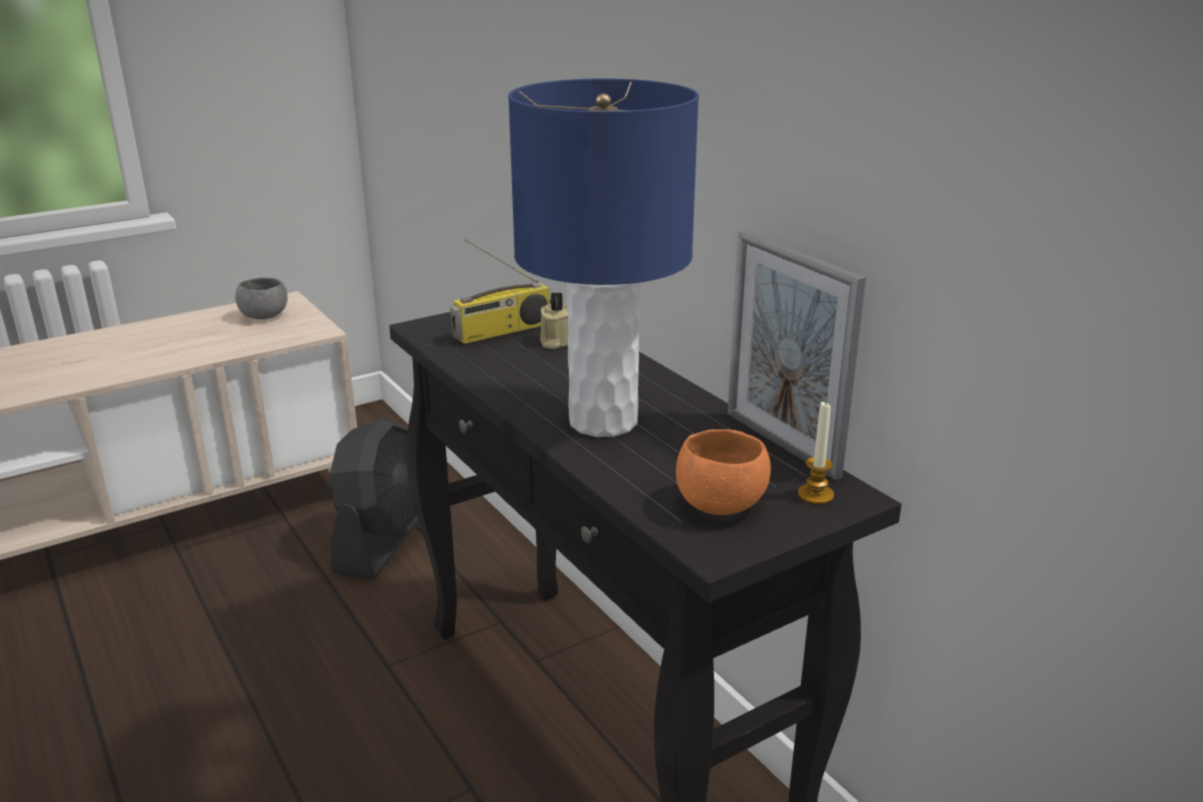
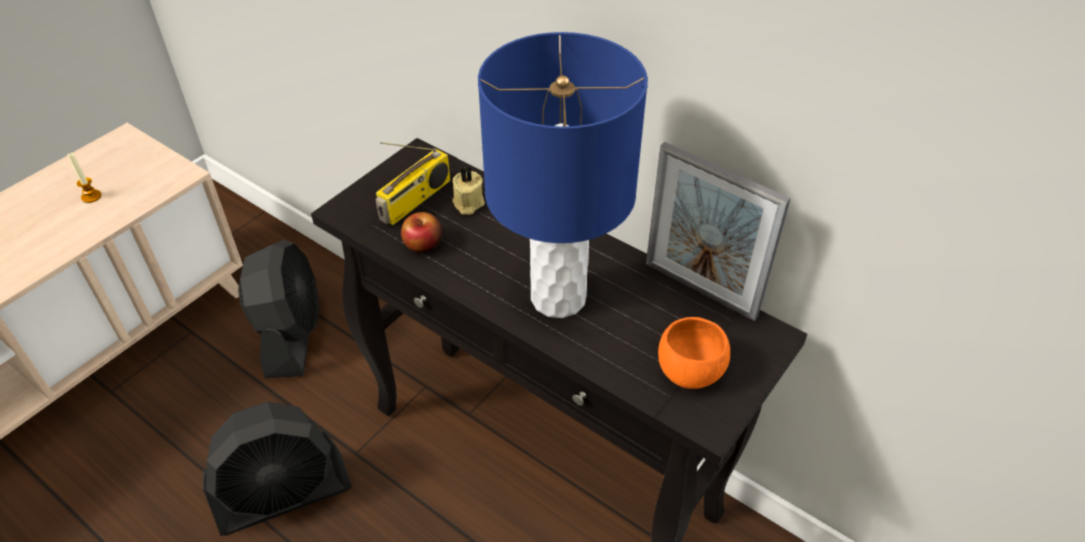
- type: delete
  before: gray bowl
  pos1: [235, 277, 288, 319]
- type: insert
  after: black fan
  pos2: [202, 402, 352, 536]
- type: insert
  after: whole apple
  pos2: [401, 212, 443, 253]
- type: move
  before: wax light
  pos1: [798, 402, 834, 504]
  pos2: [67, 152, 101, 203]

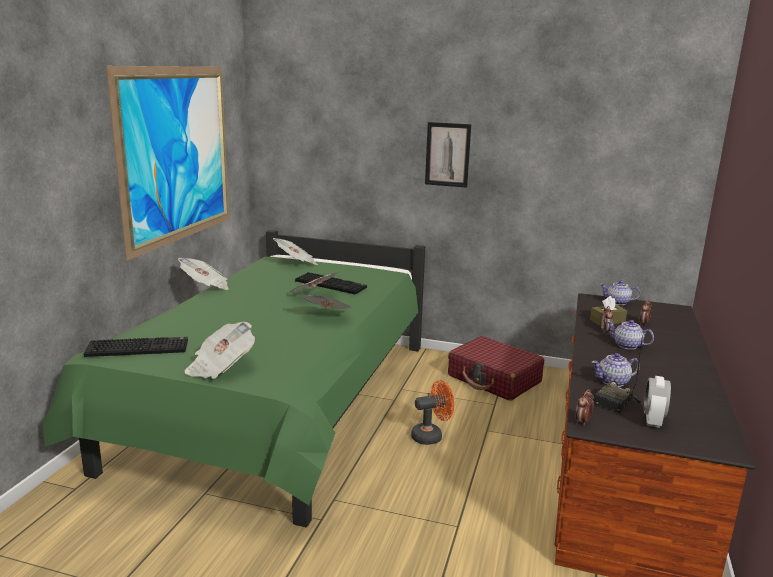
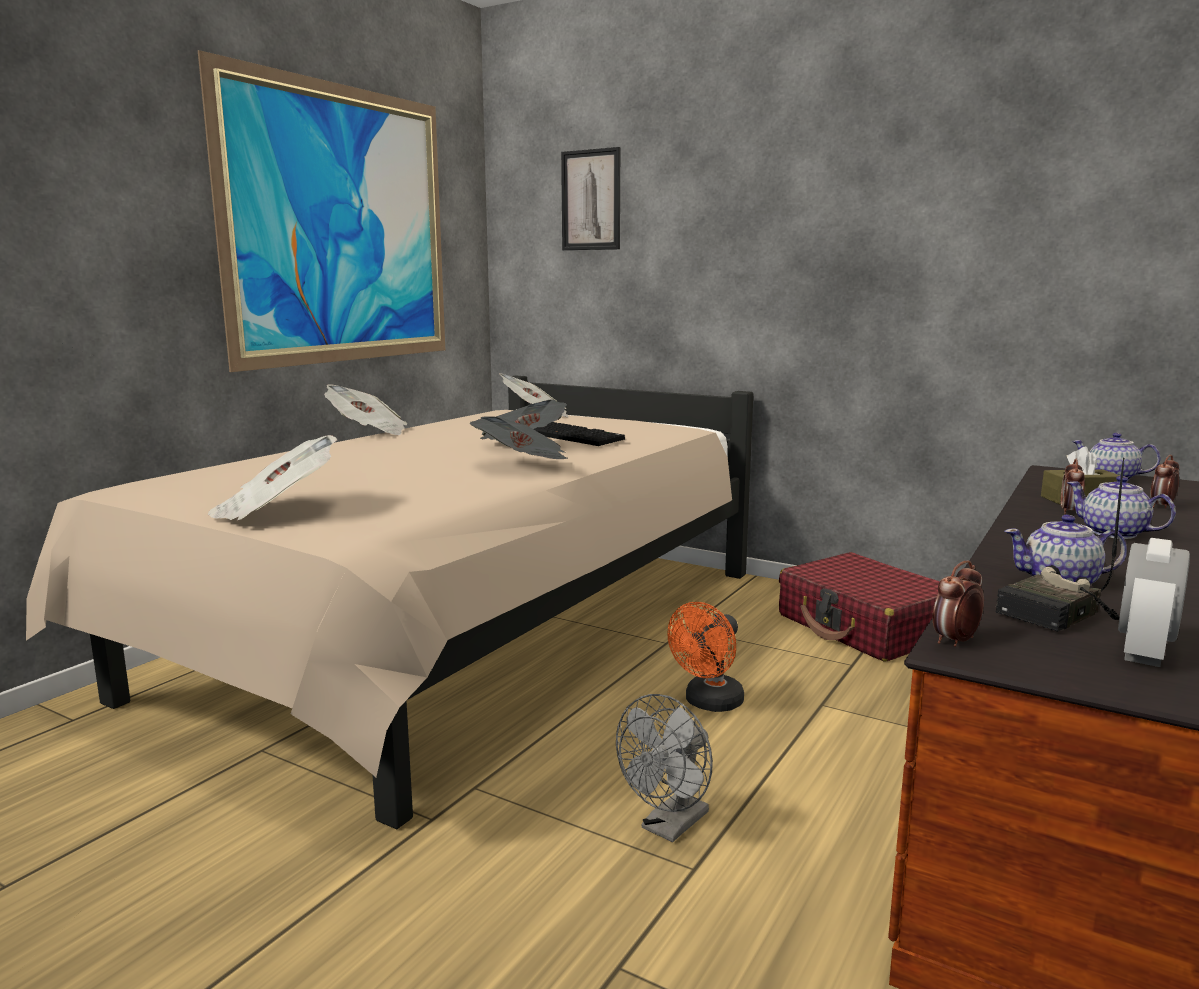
- type: delete
  before: keyboard
  pos1: [84, 337, 188, 357]
- type: insert
  after: gray fan
  pos2: [616, 694, 713, 842]
- type: move
  before: picture
  pos1: [425, 122, 471, 188]
  pos2: [561, 147, 620, 250]
- type: recolor
  before: green-coloured bed
  after: beige bed
  pos1: [42, 230, 425, 528]
  pos2: [26, 375, 753, 829]
- type: rotate
  before: orange-coloured fan
  pos1: [411, 380, 454, 445]
  pos2: [667, 602, 744, 712]
  turn: 135

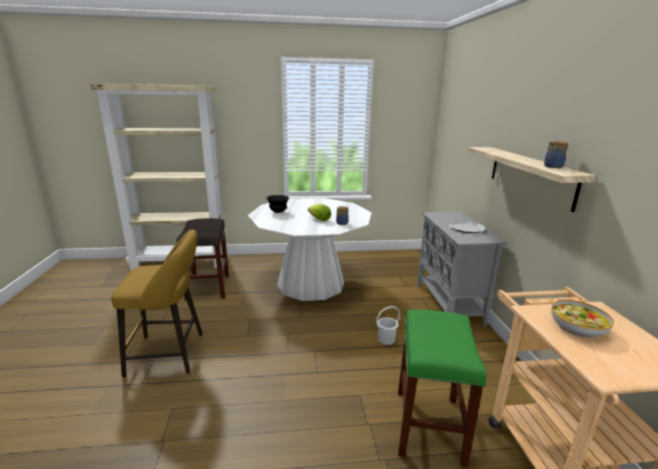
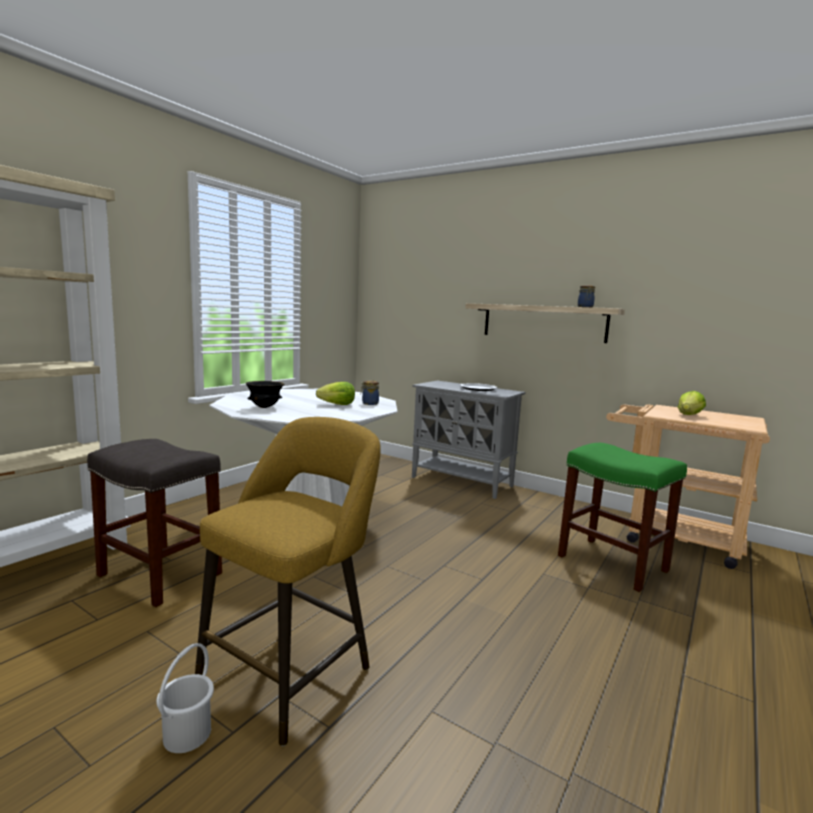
- type: move
  before: white-coloured water bucket
  pos1: [376, 306, 400, 345]
  pos2: [156, 643, 214, 753]
- type: replace
  before: bowl
  after: lettuce
  pos1: [551, 300, 614, 338]
  pos2: [678, 391, 706, 415]

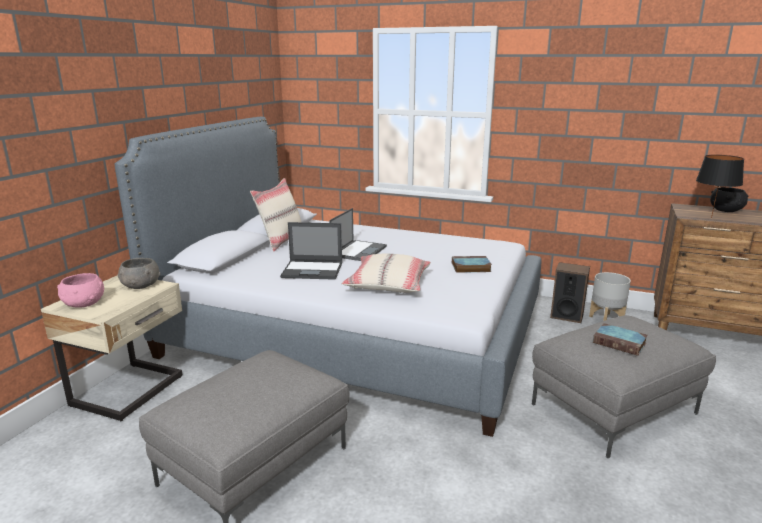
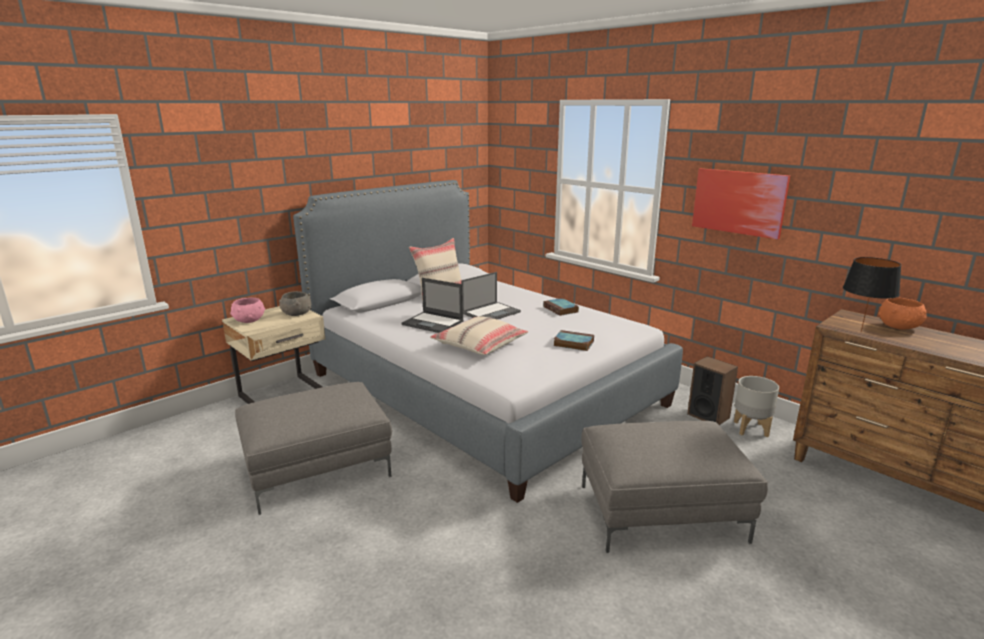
- type: insert
  after: picture
  pos2: [692, 168, 790, 239]
- type: move
  before: bound book
  pos1: [593, 323, 648, 356]
  pos2: [543, 298, 579, 316]
- type: recolor
  before: black bowl
  after: orange-coloured bowl
  pos1: [710, 187, 748, 212]
  pos2: [878, 298, 927, 330]

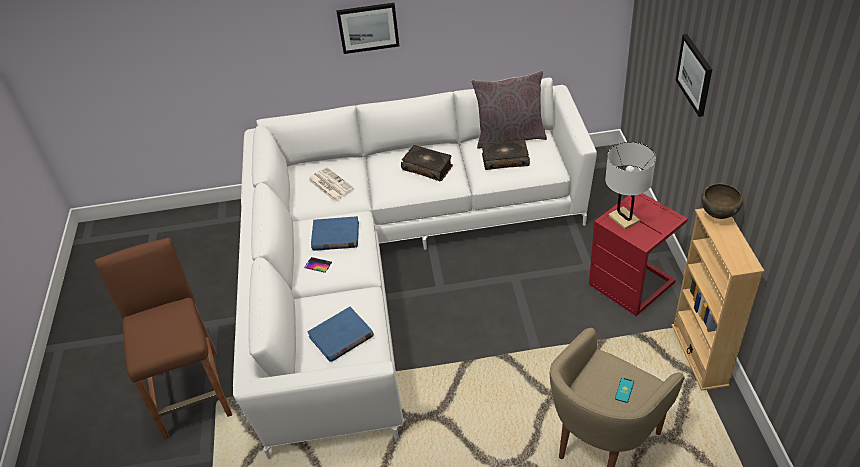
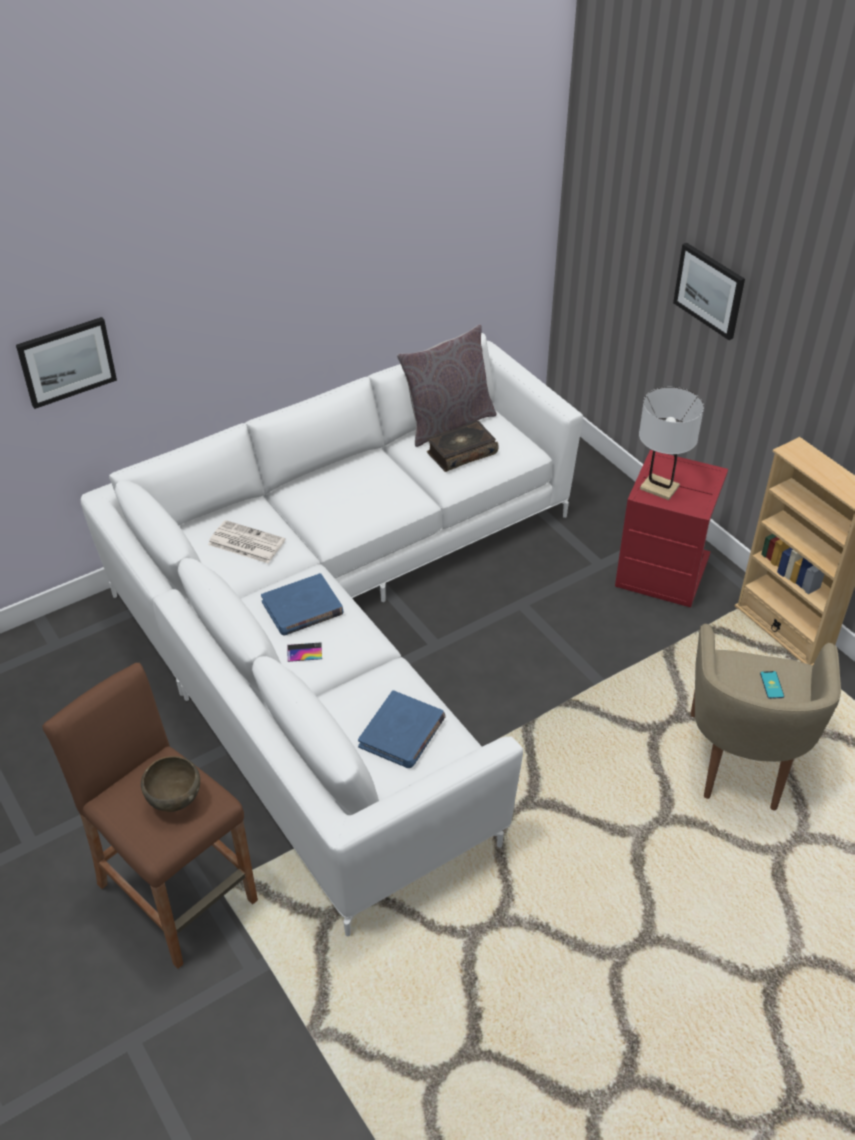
- type: delete
  before: bound book
  pos1: [401, 145, 453, 181]
- type: move
  before: picture
  pos1: [336, 3, 399, 54]
  pos2: [16, 317, 117, 409]
- type: move
  before: brownish bowl
  pos1: [701, 183, 743, 219]
  pos2: [141, 756, 200, 812]

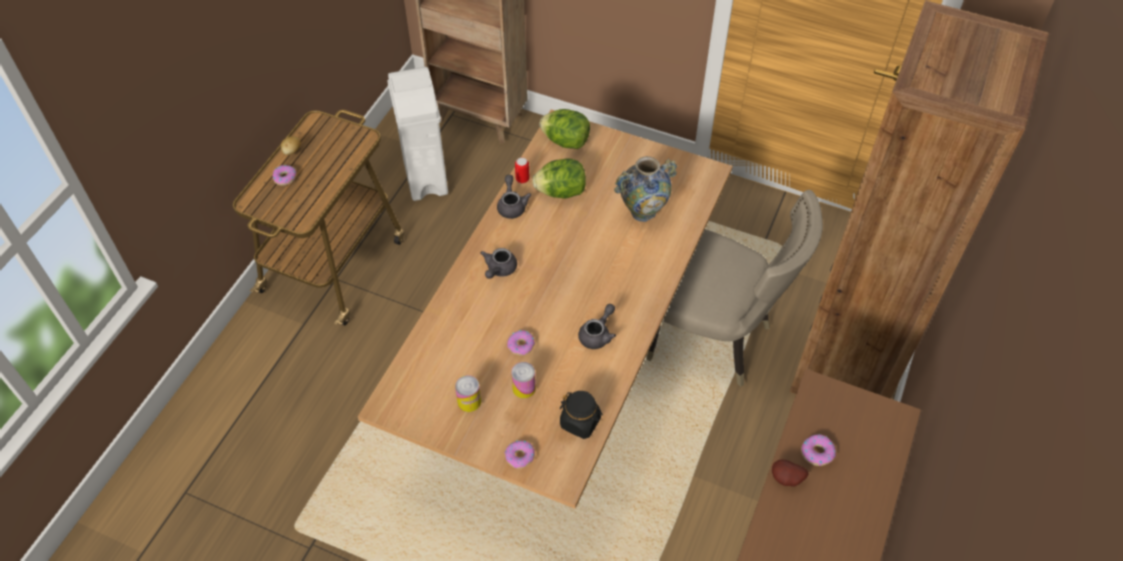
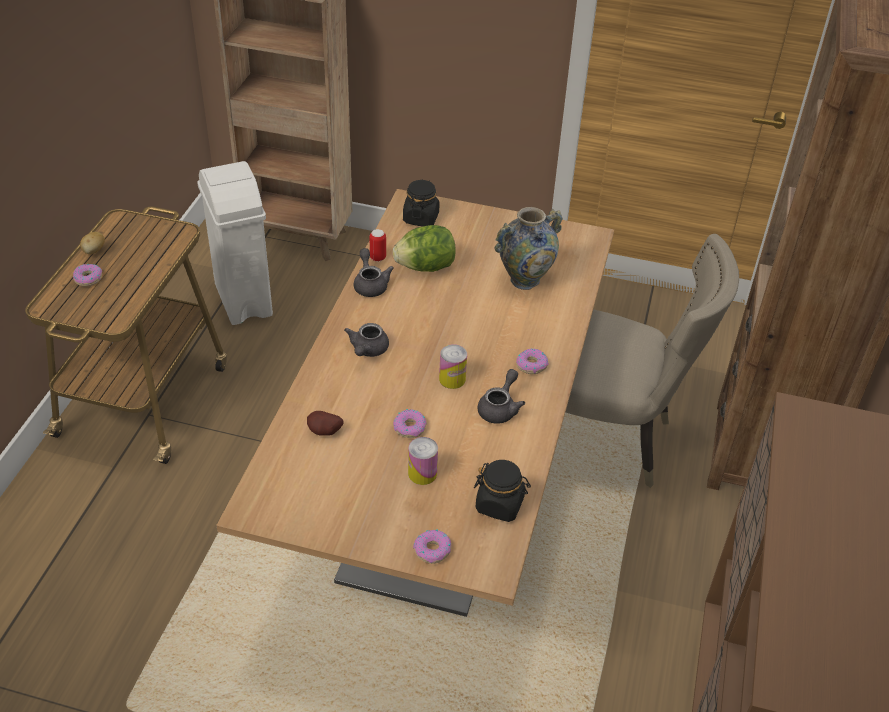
- type: move
  before: can
  pos1: [455, 375, 481, 412]
  pos2: [439, 344, 467, 389]
- type: move
  before: potato
  pos1: [772, 460, 809, 487]
  pos2: [307, 411, 344, 436]
- type: move
  before: doughnut
  pos1: [801, 434, 836, 466]
  pos2: [516, 348, 549, 374]
- type: replace
  before: lettuce
  after: black jar
  pos1: [539, 109, 590, 149]
  pos2: [403, 179, 440, 226]

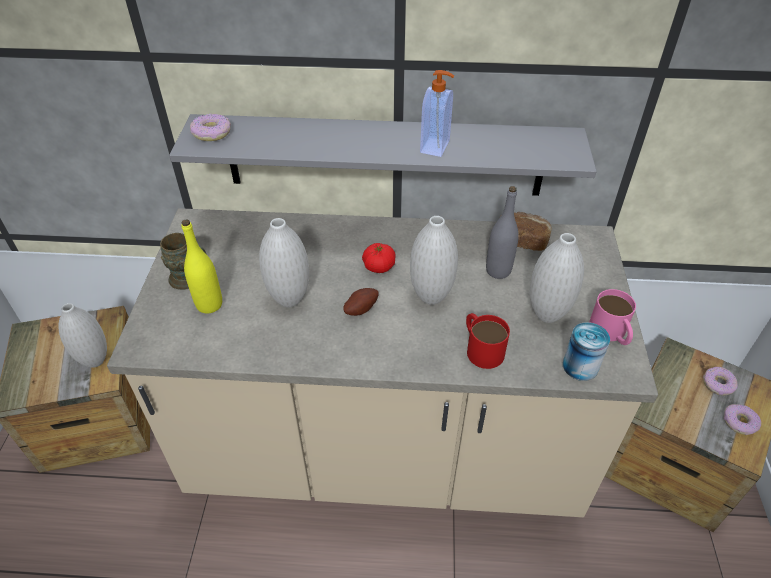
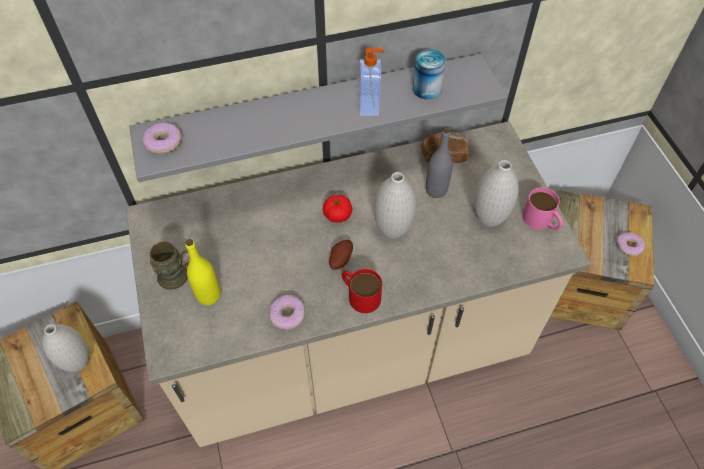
- type: delete
  before: white-coloured decorative vase
  pos1: [259, 218, 309, 307]
- type: move
  before: reddish coffee mug
  pos1: [466, 313, 510, 369]
  pos2: [342, 269, 382, 313]
- type: move
  before: can
  pos1: [563, 322, 610, 381]
  pos2: [413, 49, 446, 100]
- type: move
  before: doughnut
  pos1: [703, 367, 738, 395]
  pos2: [269, 295, 306, 330]

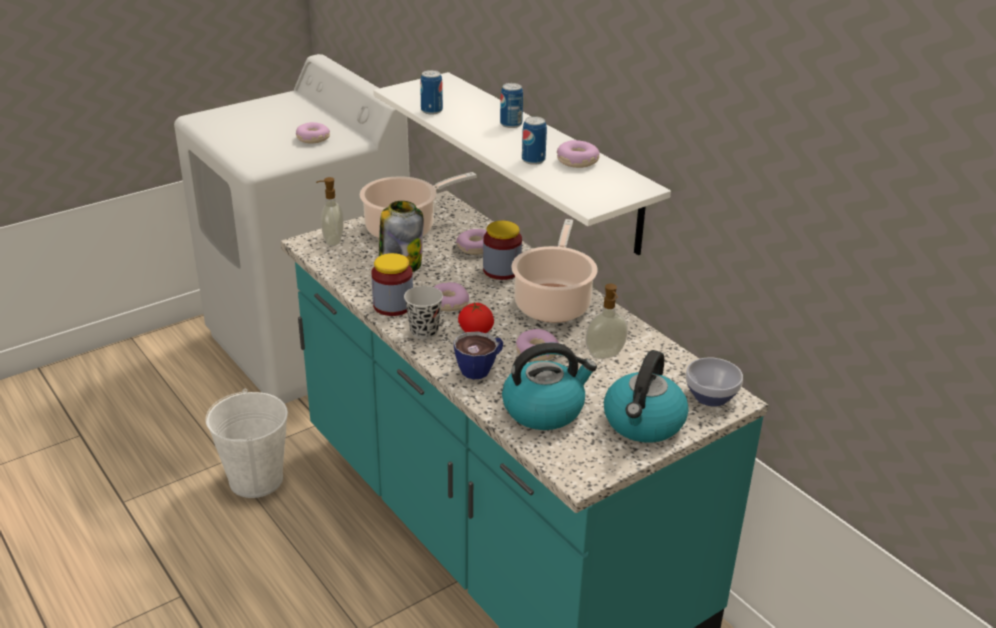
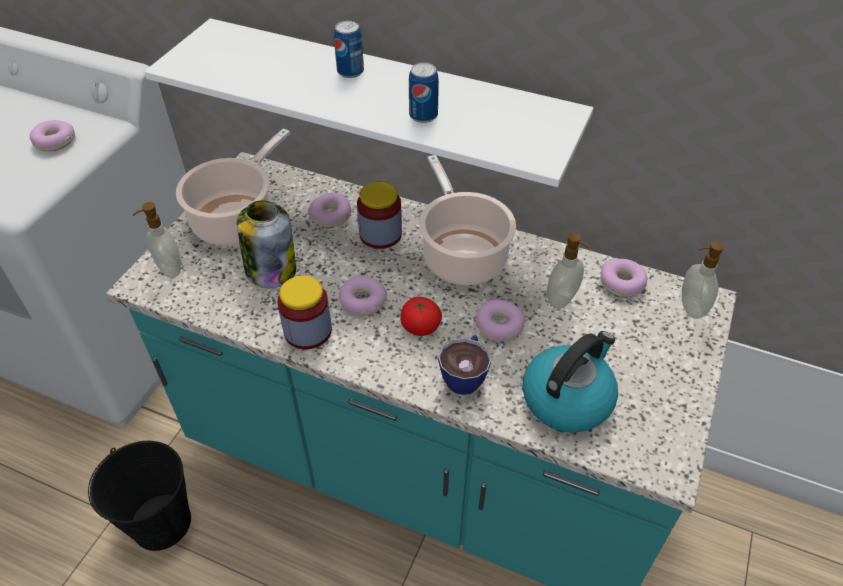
- type: delete
  before: black drinking cup
  pos1: [404, 286, 443, 339]
- type: delete
  before: can
  pos1: [420, 70, 443, 115]
- type: delete
  before: water kettle
  pos1: [604, 350, 689, 443]
- type: move
  before: doughnut
  pos1: [557, 140, 600, 168]
  pos2: [601, 259, 648, 297]
- type: replace
  before: bowl
  after: soap dispenser
  pos1: [686, 357, 743, 407]
  pos2: [682, 241, 724, 319]
- type: recolor
  before: white-coloured water bucket
  after: black water bucket
  pos1: [206, 389, 288, 498]
  pos2: [88, 441, 191, 551]

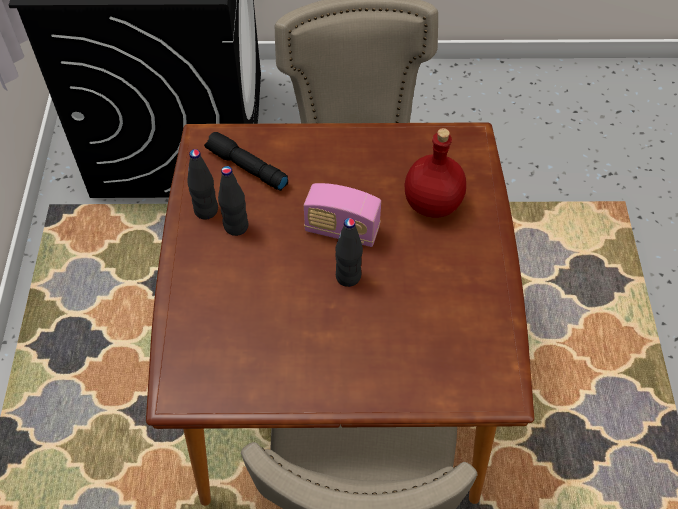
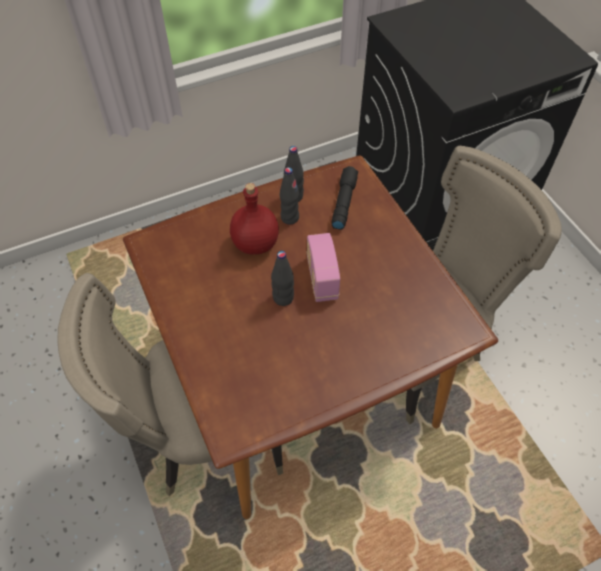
- type: move
  before: reddish drink bottle
  pos1: [405, 128, 466, 218]
  pos2: [230, 183, 279, 255]

